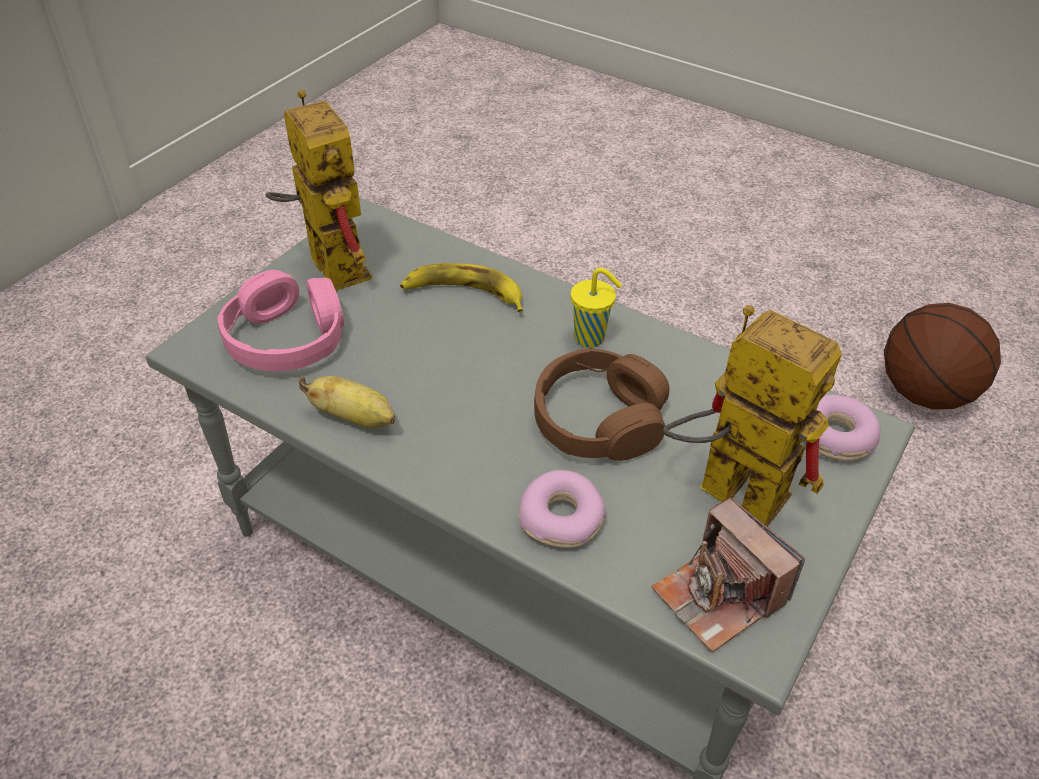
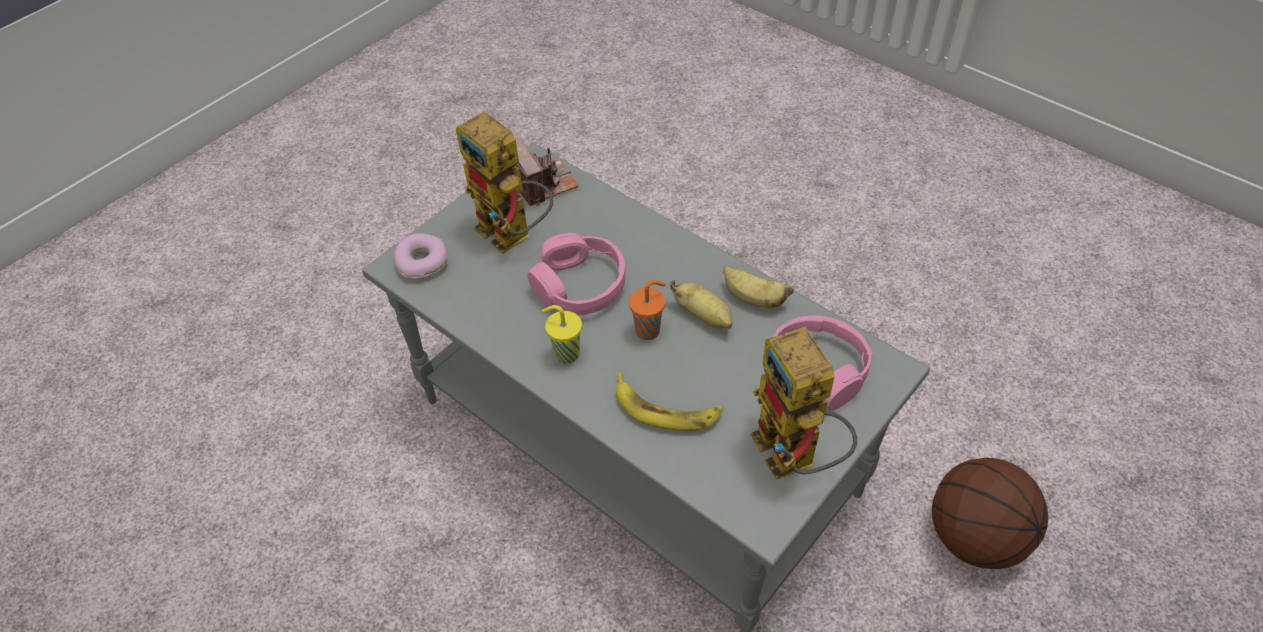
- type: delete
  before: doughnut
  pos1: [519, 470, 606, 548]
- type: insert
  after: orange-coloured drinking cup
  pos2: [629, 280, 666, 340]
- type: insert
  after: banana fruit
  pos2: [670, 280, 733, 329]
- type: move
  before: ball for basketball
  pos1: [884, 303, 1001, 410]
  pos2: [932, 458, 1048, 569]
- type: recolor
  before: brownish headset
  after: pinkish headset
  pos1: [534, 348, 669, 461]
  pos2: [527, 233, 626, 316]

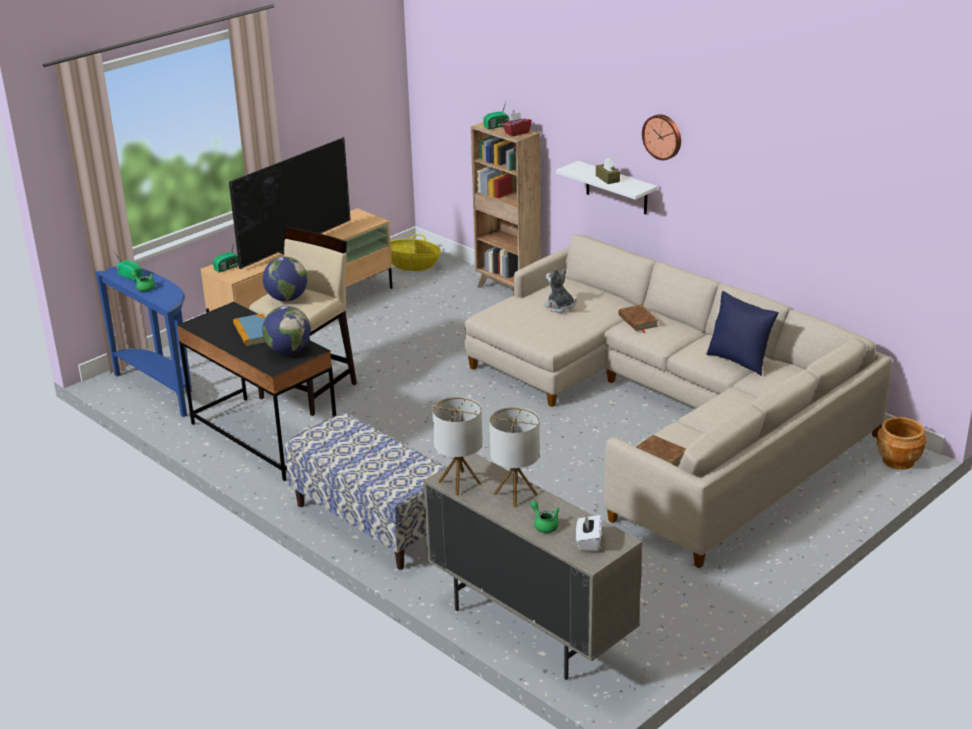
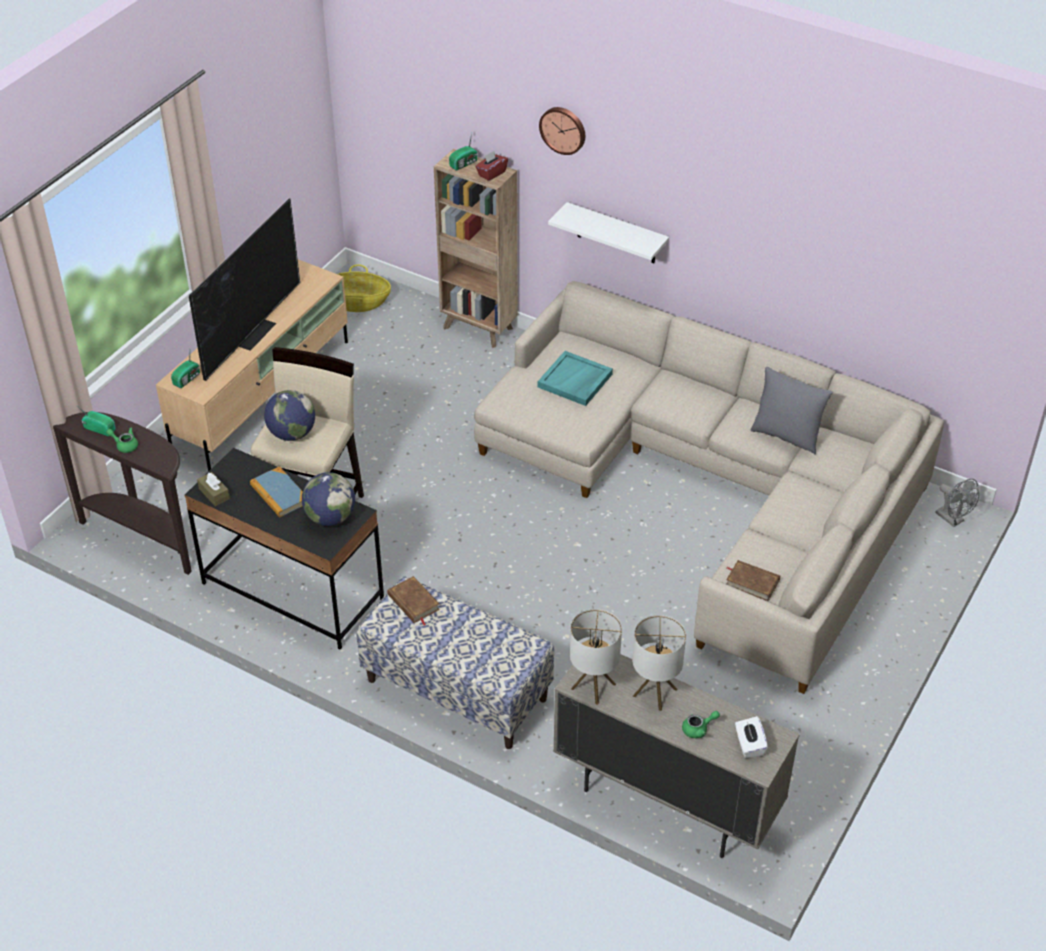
- type: move
  before: brownish box of tissues
  pos1: [596, 158, 620, 184]
  pos2: [197, 472, 230, 506]
- type: move
  before: brownish bound book
  pos1: [618, 305, 659, 333]
  pos2: [388, 576, 440, 625]
- type: move
  before: clock on the wall
  pos1: [642, 114, 681, 160]
  pos2: [539, 107, 585, 155]
- type: replace
  before: plush toy
  after: blue-green tray
  pos1: [543, 268, 577, 313]
  pos2: [538, 351, 613, 406]
- type: replace
  before: brownish plant pot
  after: gray fan
  pos1: [877, 417, 927, 470]
  pos2: [936, 479, 979, 527]
- type: recolor
  before: bluish console table
  after: brownish console table
  pos1: [95, 267, 192, 417]
  pos2: [53, 412, 192, 575]
- type: recolor
  before: bluish pillow
  after: gray pillow
  pos1: [706, 291, 779, 376]
  pos2: [751, 367, 833, 455]
- type: rotate
  before: green-coloured tea pot
  pos1: [530, 500, 559, 533]
  pos2: [682, 711, 720, 738]
  turn: 120

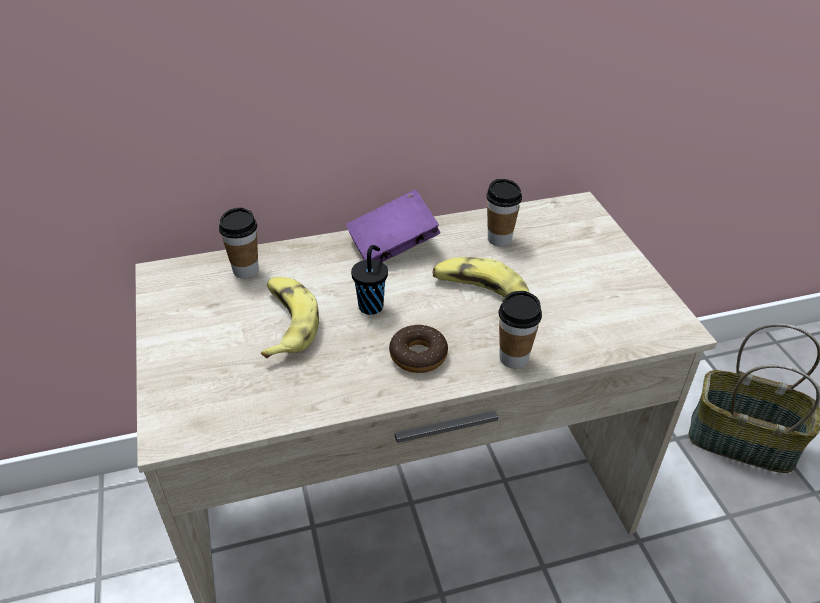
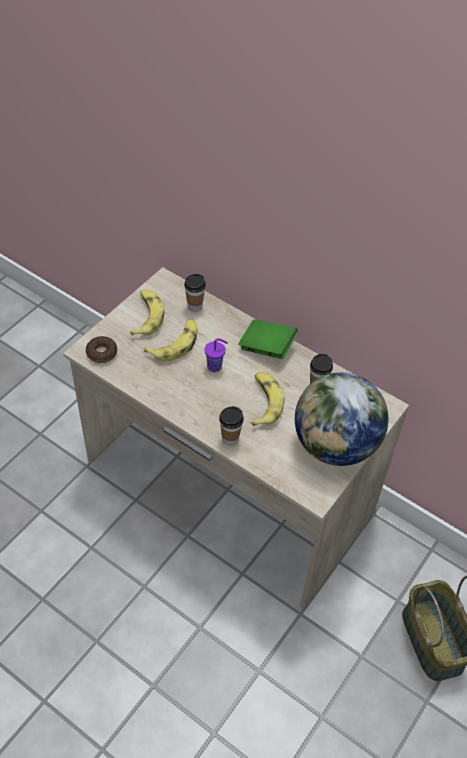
- type: insert
  after: banana fruit
  pos2: [130, 289, 164, 335]
- type: insert
  after: world globe
  pos2: [295, 372, 389, 466]
- type: move
  before: doughnut
  pos1: [389, 325, 448, 373]
  pos2: [86, 336, 117, 363]
- type: recolor
  before: purplish bound book
  after: green-coloured bound book
  pos1: [346, 190, 440, 262]
  pos2: [238, 319, 298, 359]
- type: recolor
  before: black drinking cup
  after: purplish drinking cup
  pos1: [351, 245, 388, 315]
  pos2: [205, 338, 228, 372]

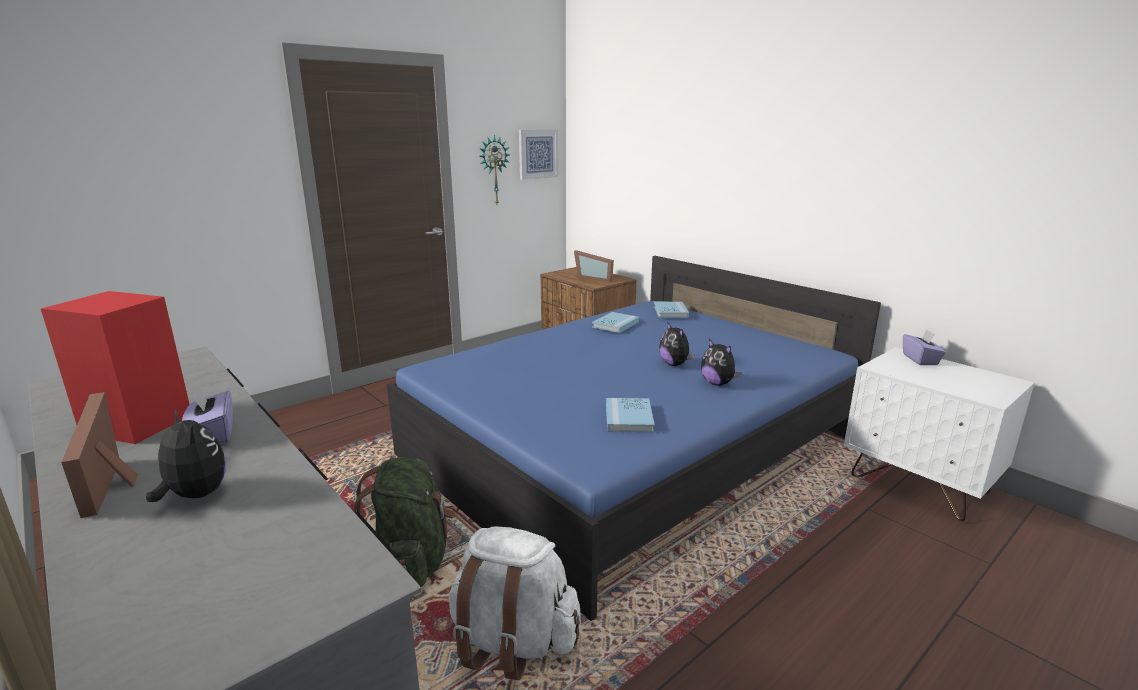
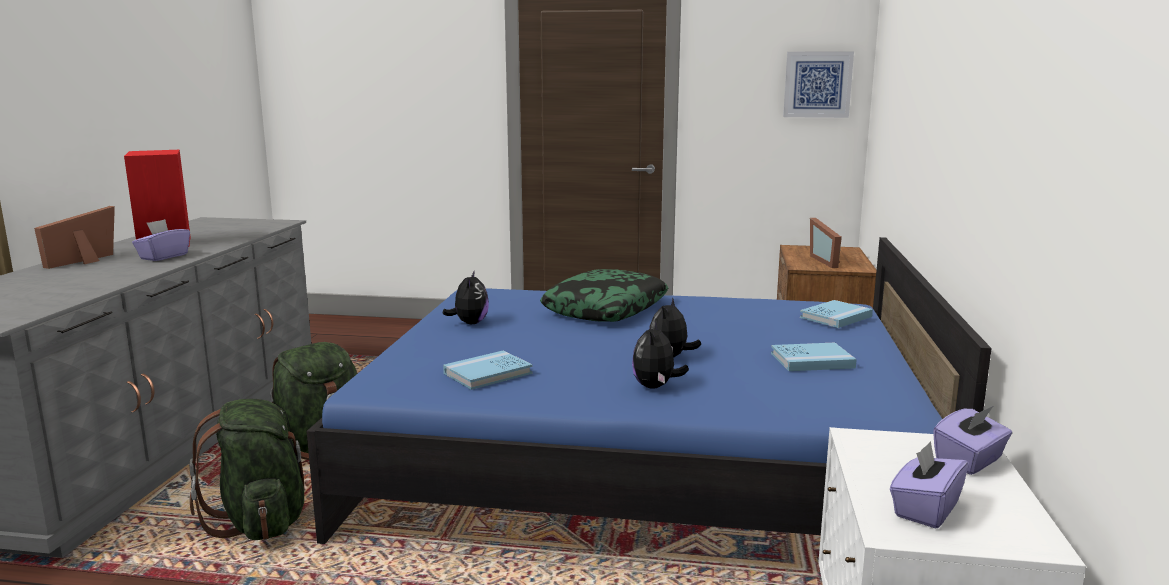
- type: delete
  before: clock on the wall
  pos1: [479, 135, 510, 204]
- type: insert
  after: pillow
  pos2: [540, 269, 668, 322]
- type: insert
  after: purplish box of tissues
  pos2: [890, 441, 969, 529]
- type: move
  before: plush toy
  pos1: [146, 409, 226, 502]
  pos2: [442, 270, 489, 324]
- type: move
  before: bluish bound book
  pos1: [592, 312, 639, 333]
  pos2: [771, 343, 857, 371]
- type: recolor
  before: white-coloured backpack
  after: green-coloured backpack
  pos1: [449, 526, 581, 680]
  pos2: [189, 399, 309, 540]

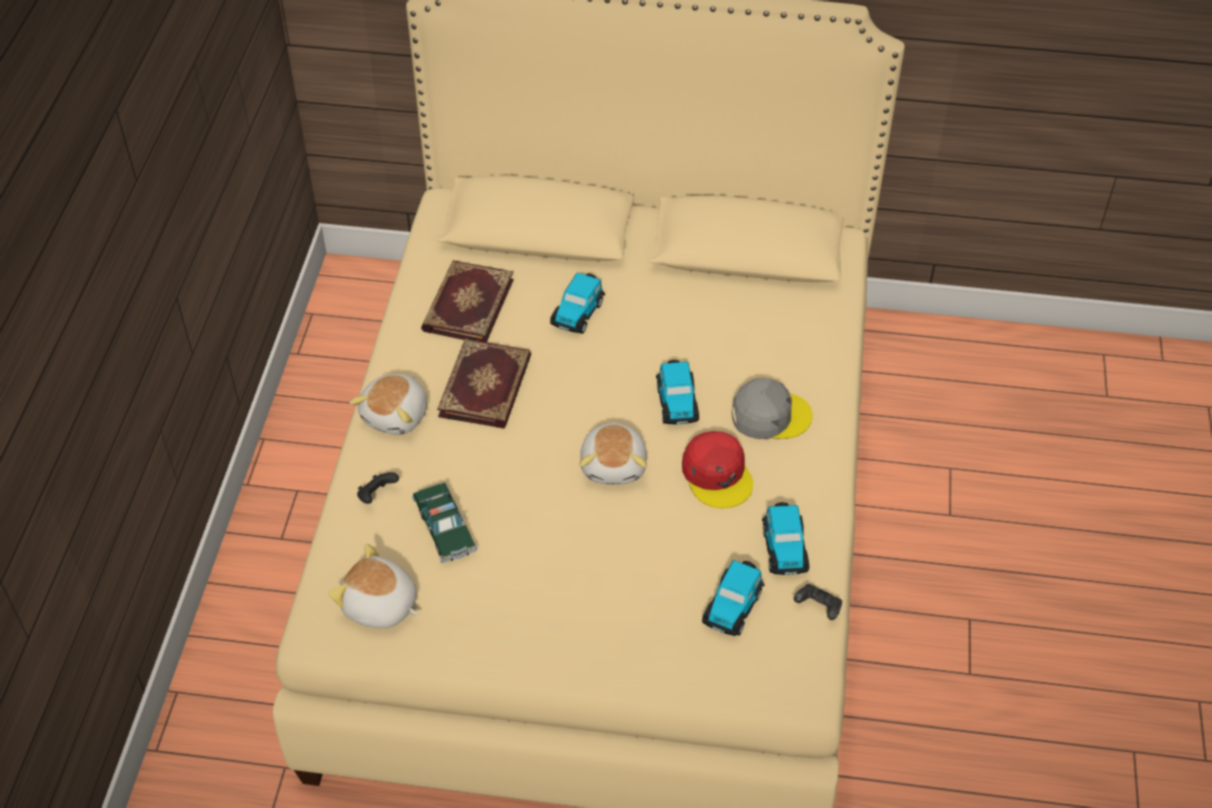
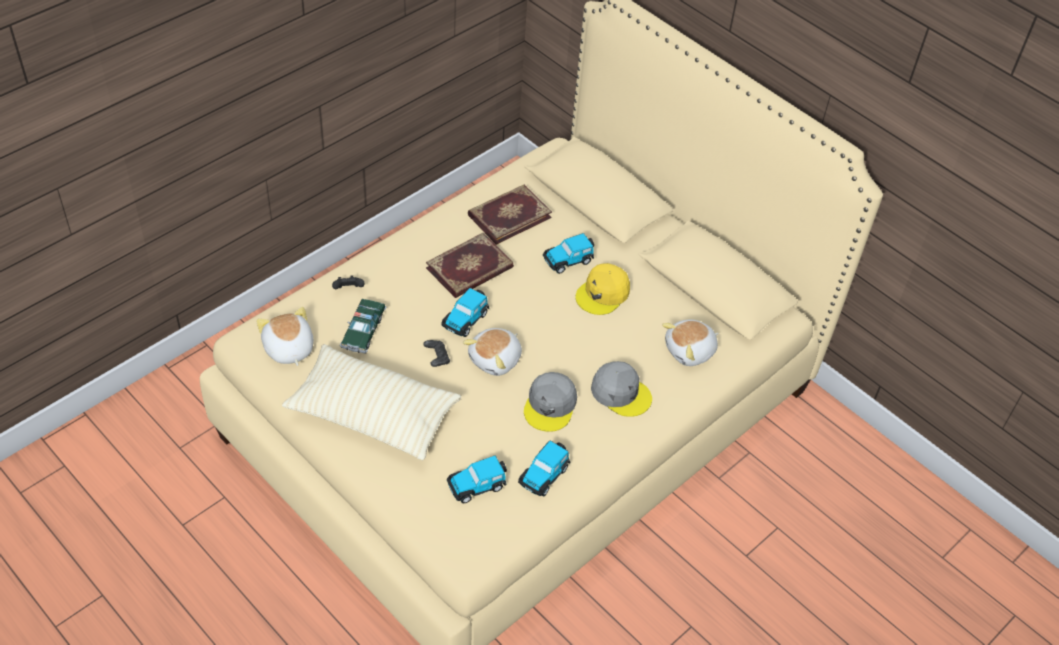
- type: insert
  after: beige pillow
  pos2: [282, 344, 461, 460]
- type: insert
  after: yellow-coloured baseball cap
  pos2: [576, 263, 630, 315]
- type: move
  before: plush toy
  pos1: [349, 374, 427, 435]
  pos2: [662, 320, 719, 366]
- type: move
  before: toy car
  pos1: [656, 360, 699, 425]
  pos2: [441, 288, 490, 337]
- type: move
  before: black game controller
  pos1: [794, 584, 842, 620]
  pos2: [423, 340, 450, 367]
- type: recolor
  before: reddish baseball cap
  after: gray baseball cap
  pos1: [682, 431, 753, 508]
  pos2: [524, 372, 577, 432]

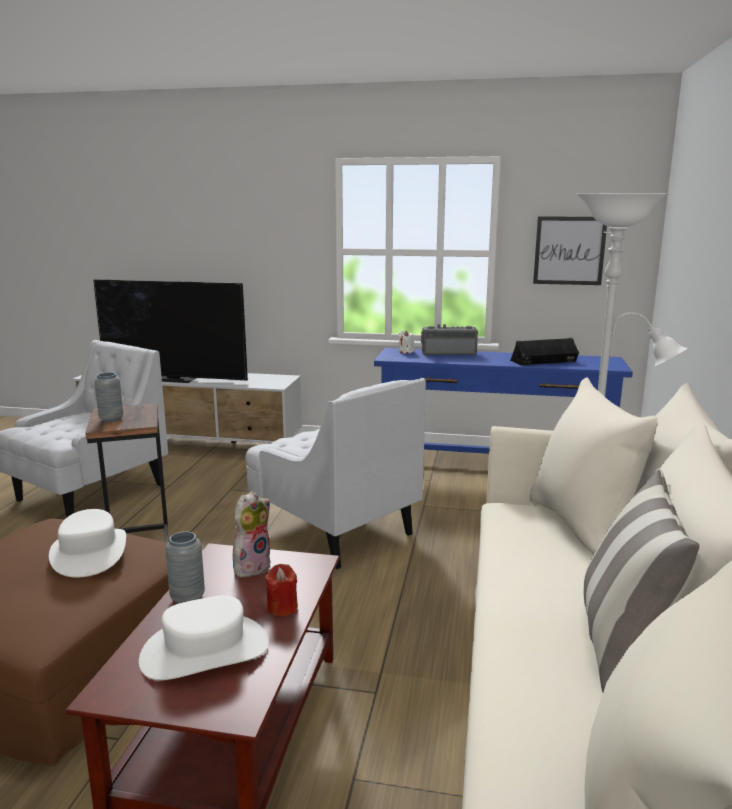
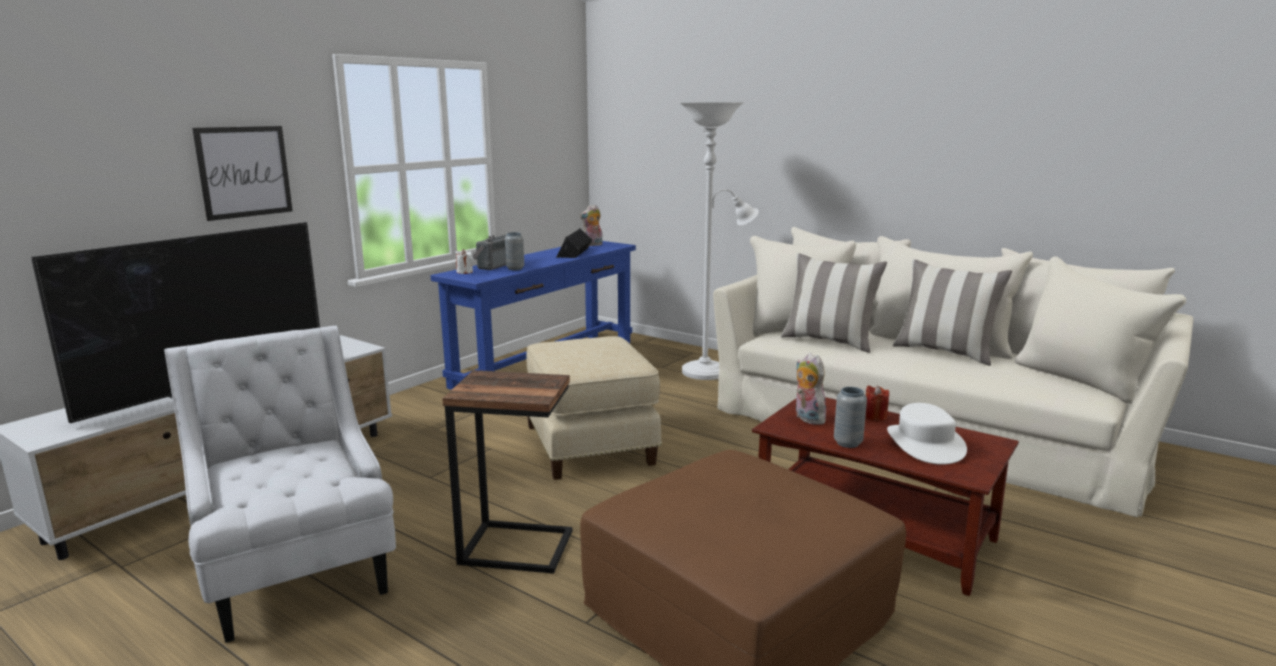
- type: delete
  before: white-coloured wearable hat
  pos1: [49, 509, 126, 577]
- type: insert
  after: plush toy
  pos2: [580, 205, 603, 246]
- type: insert
  after: pillow
  pos2: [781, 253, 887, 353]
- type: move
  before: gray decorative vase
  pos1: [94, 372, 123, 422]
  pos2: [505, 232, 524, 270]
- type: move
  before: picture
  pos1: [533, 216, 607, 285]
  pos2: [192, 126, 293, 221]
- type: replace
  before: white-coloured armchair
  after: beige pouffe
  pos1: [245, 378, 426, 569]
  pos2: [526, 336, 662, 480]

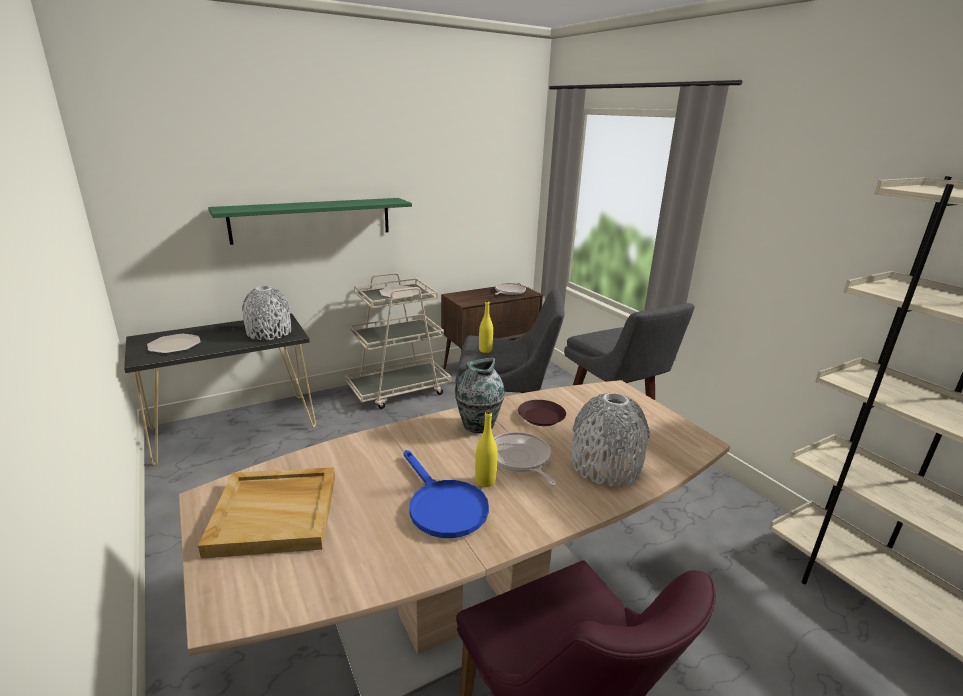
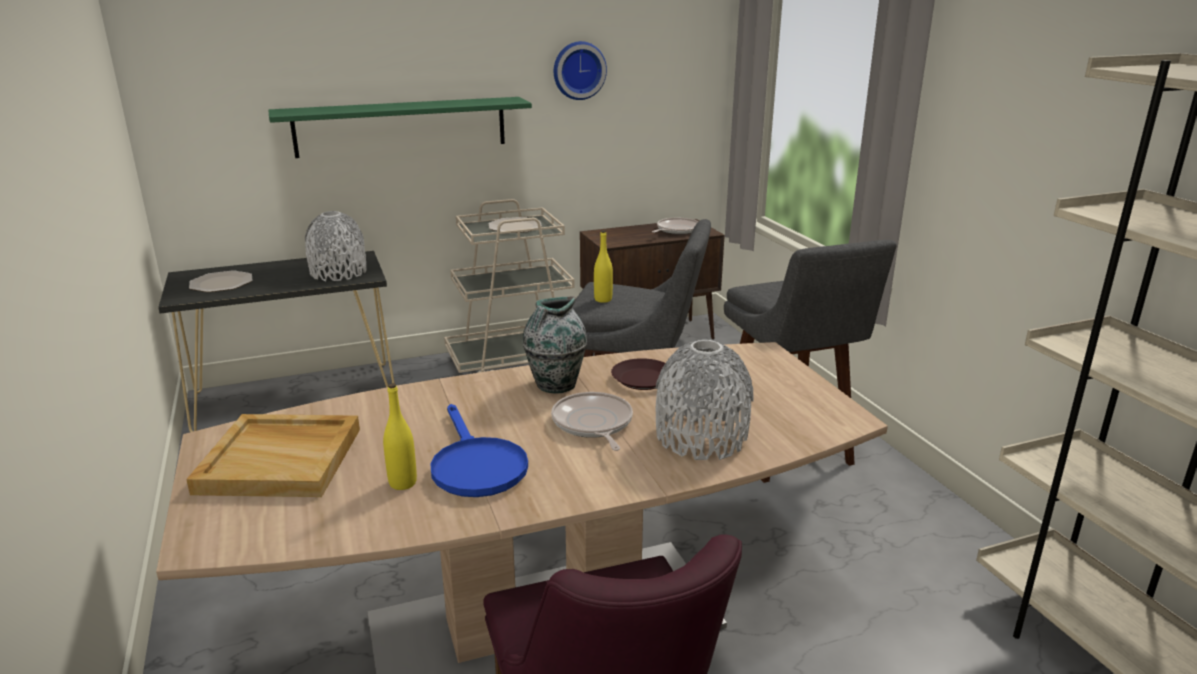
- type: insert
  after: clock on the wall
  pos2: [554, 41, 607, 100]
- type: move
  before: yellow-coloured drink bottle
  pos1: [475, 410, 498, 487]
  pos2: [383, 383, 417, 490]

